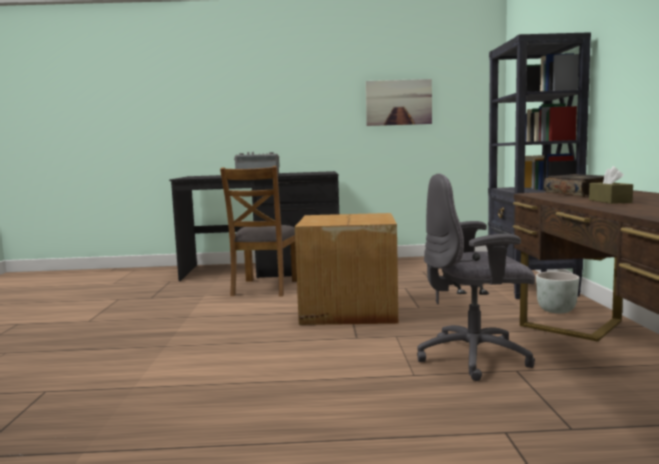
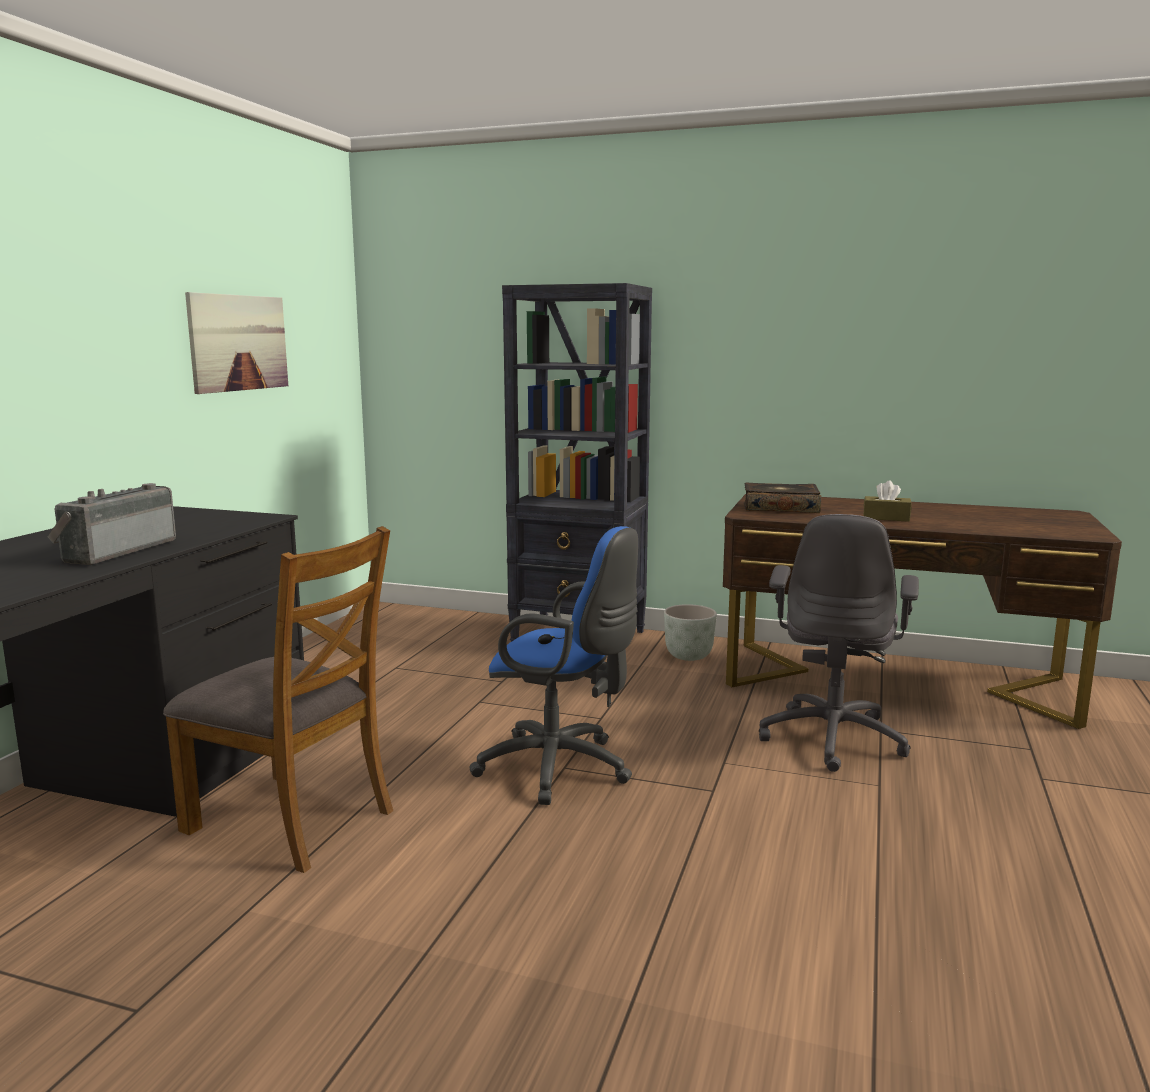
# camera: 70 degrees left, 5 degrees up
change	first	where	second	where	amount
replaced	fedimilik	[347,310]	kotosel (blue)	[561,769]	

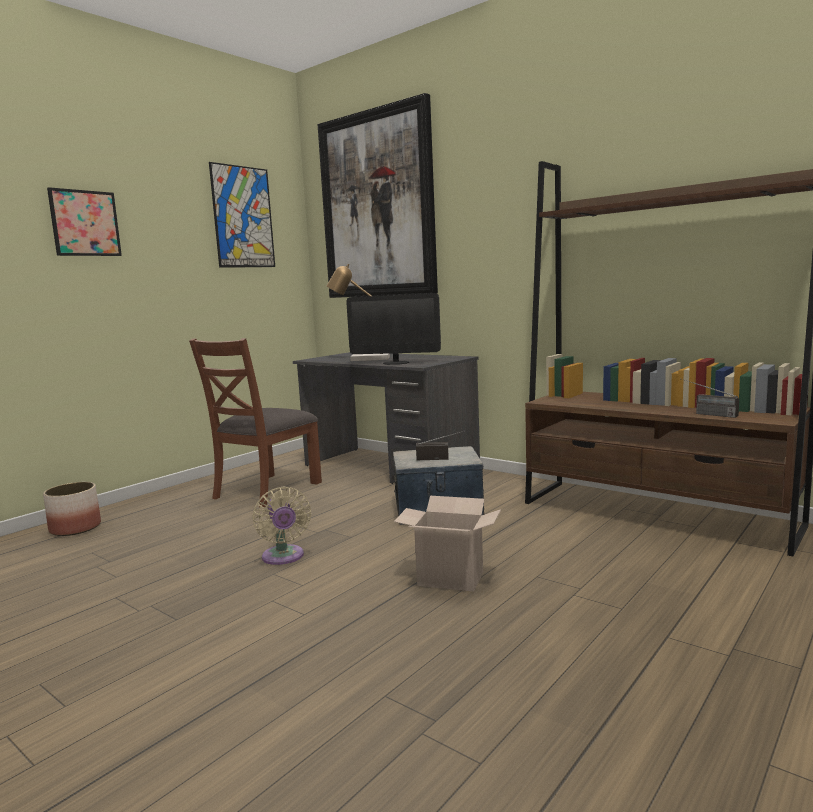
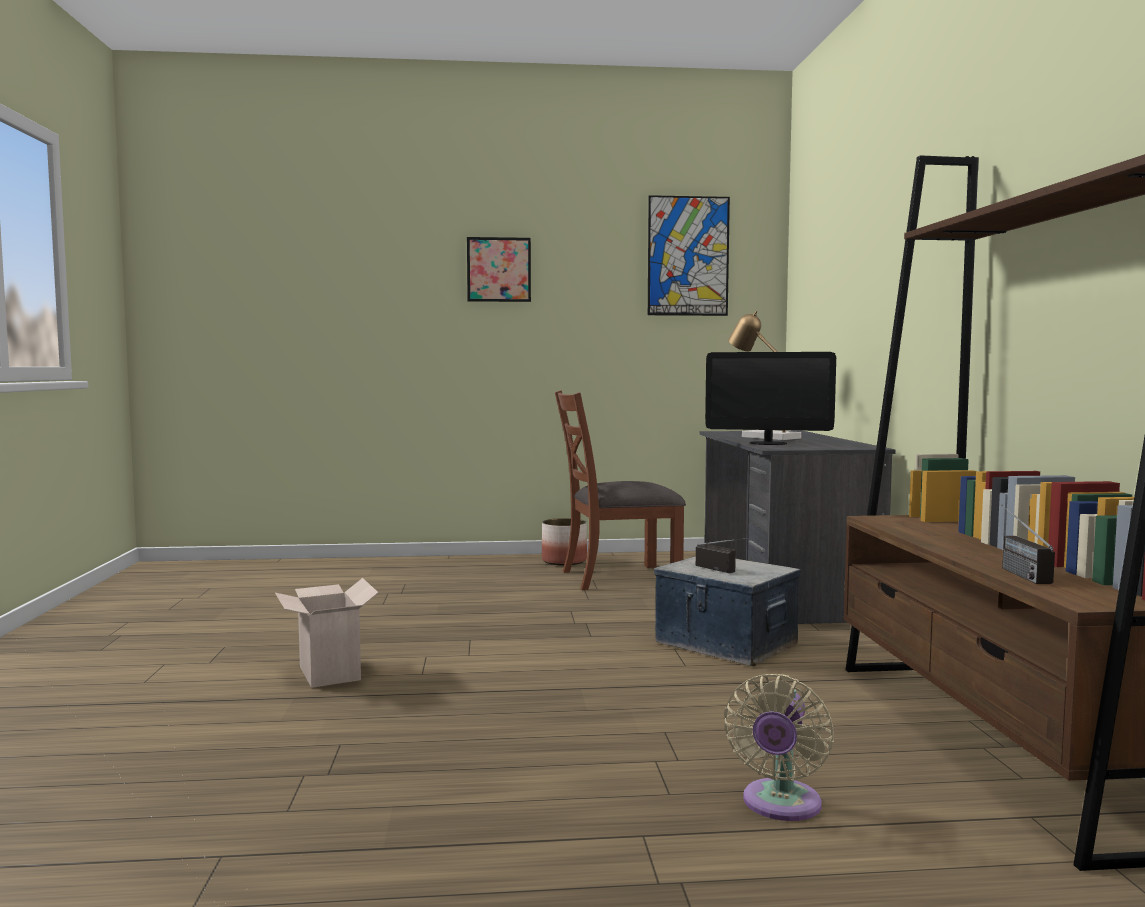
# camera: 45 degrees right, 5 degrees down
change	first	where	second	where	amount
removed	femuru	[377,205]			
moved	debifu	[75,528]		[563,561]	
moved	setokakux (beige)	[283,557]		[780,805]	
moved	fedimilik	[448,580]		[327,672]	
turned	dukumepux	[396,363]		[768,443]	45 degrees counterclockwise

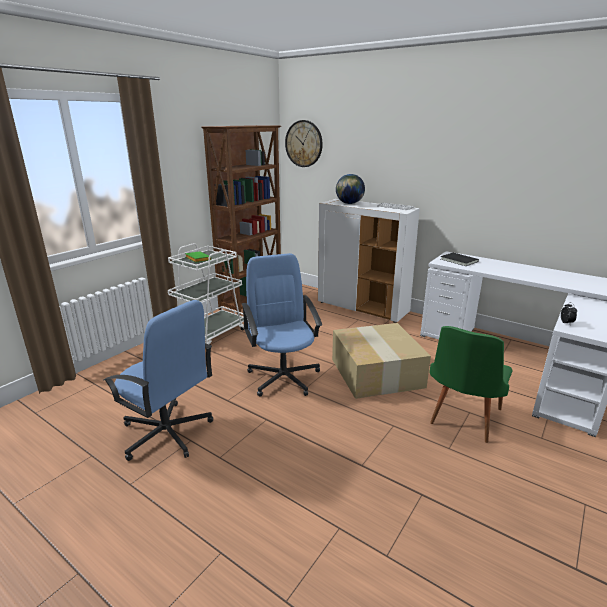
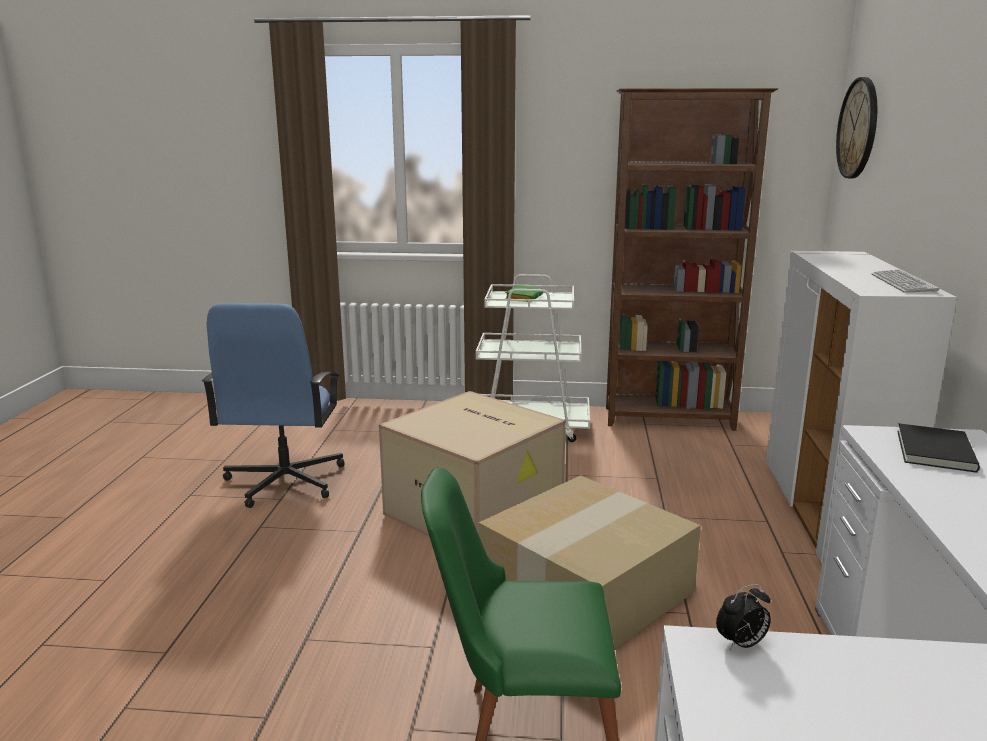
# camera: 60 degrees right, 5 degrees down
change	first	where	second	where	amount
removed	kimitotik	[349,203]			
replaced	kotosel (blue)	[283,377]	fedimilik	[476,511]	

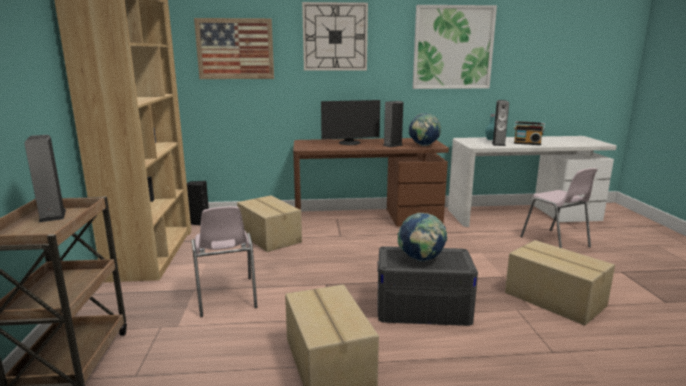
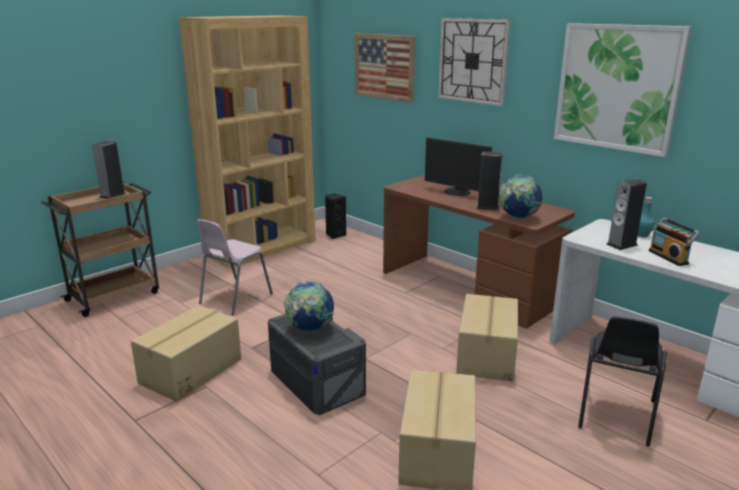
# camera: 50 degrees right, 5 degrees up
change	first	where	second	where	amount
moved	fedimilik	[270,237]		[487,355]	
recoloured	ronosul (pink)	[555,242]	ronosul (black)	[615,414]	

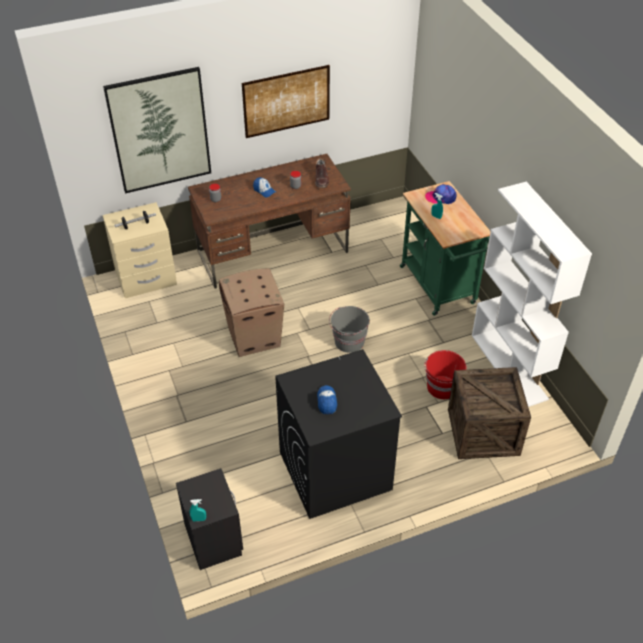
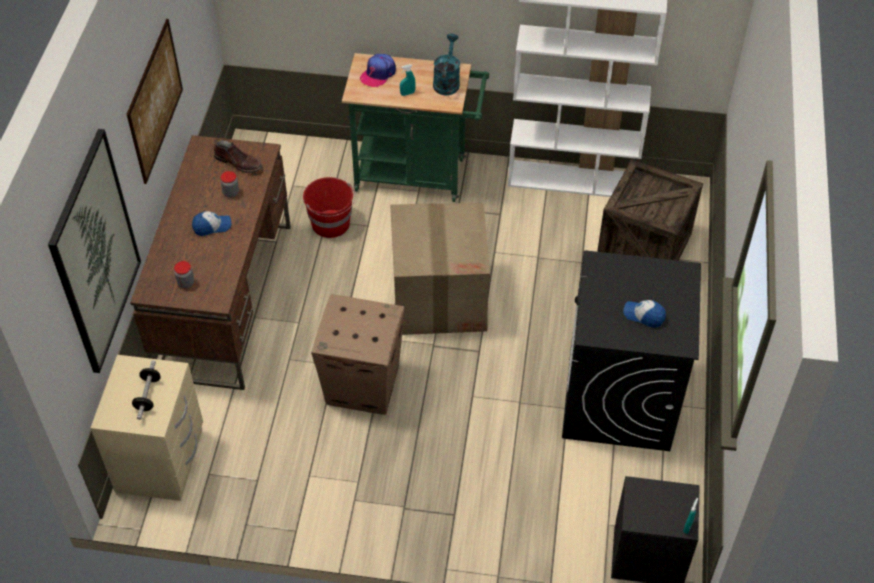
# camera: 60 degrees left, 5 degrees up
change	first	where	second	where	amount
added			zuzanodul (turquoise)	[447,81]	
moved	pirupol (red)	[442,388]		[331,224]	
replaced	pirupol (grey)	[349,342]	fedimilik	[439,296]	

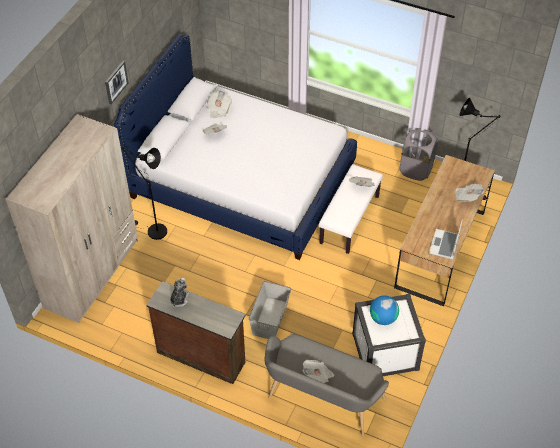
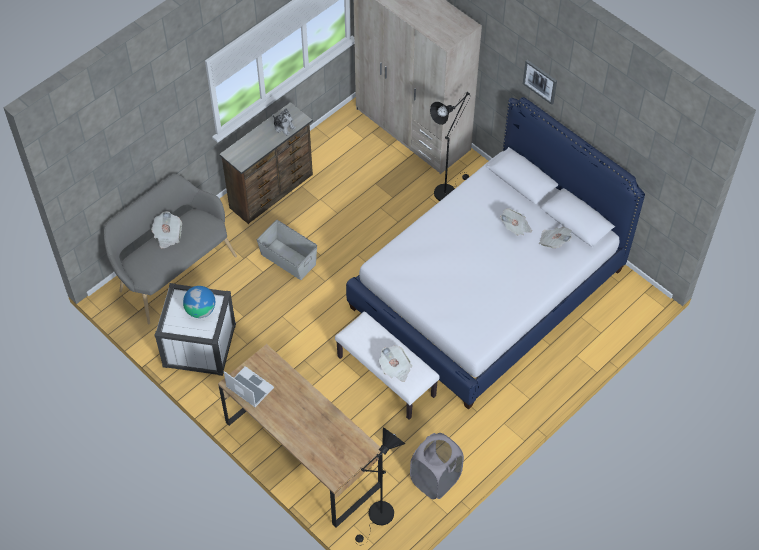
# camera: 110 degrees right, 5 degrees up
change	first	where	second	where	amount
removed	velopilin	[467,197]			

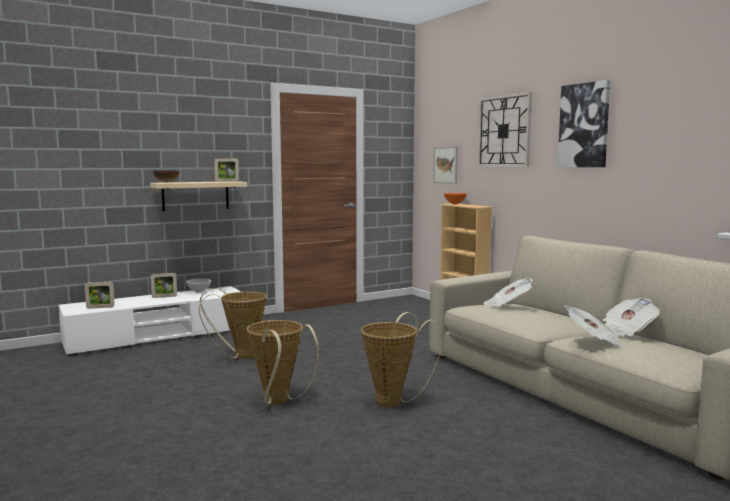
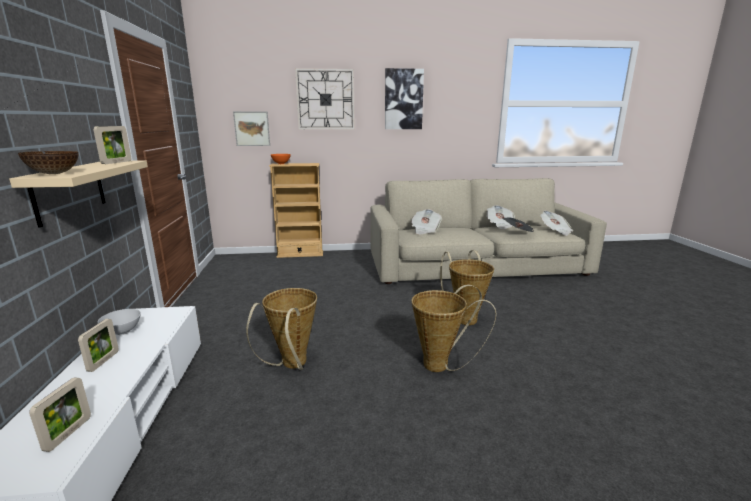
# camera: 65 degrees left, 10 degrees up
change	first	where	second	where	amount
added			velopilin	[555,231]	

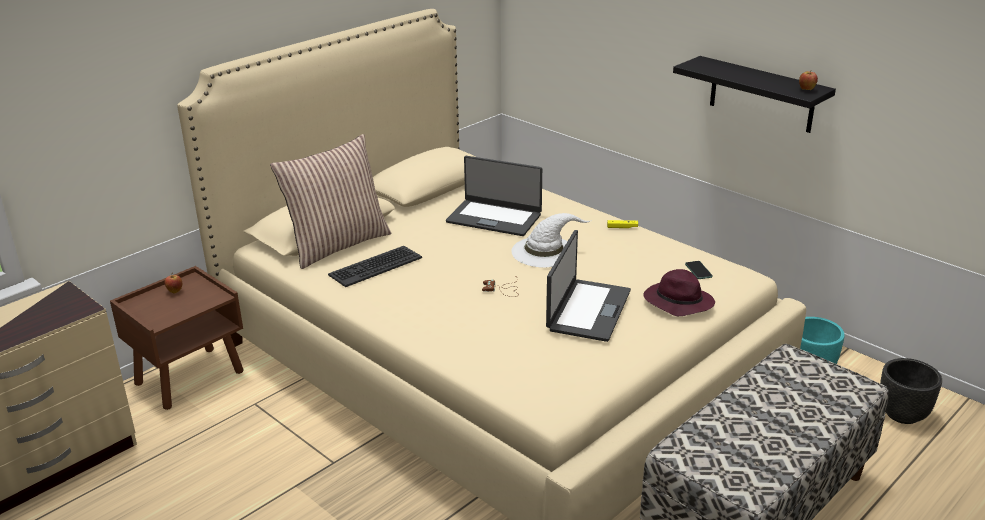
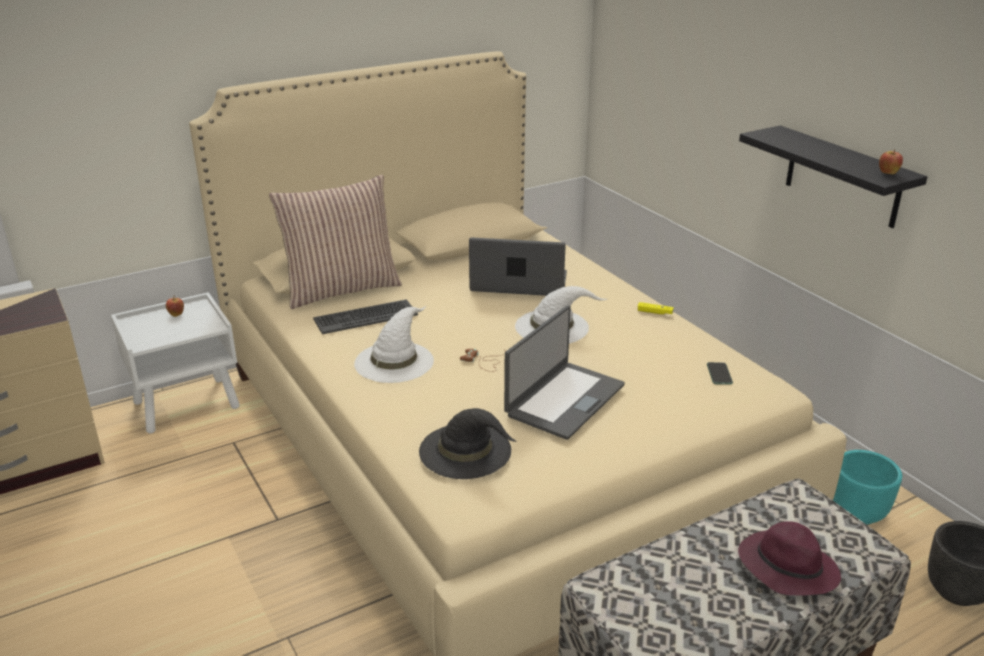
# camera: 15 degrees right, 0 degrees up
change	first	where	second	where	amount
added			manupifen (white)	[394,361]	
added			manupifen (black)	[466,451]	
moved	manupifen (purple)	[677,302]		[785,567]	
recoloured	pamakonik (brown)	[190,377]	pamakonik (white)	[187,404]	
turned	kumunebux	[494,218]		[518,283]	150 degrees clockwise

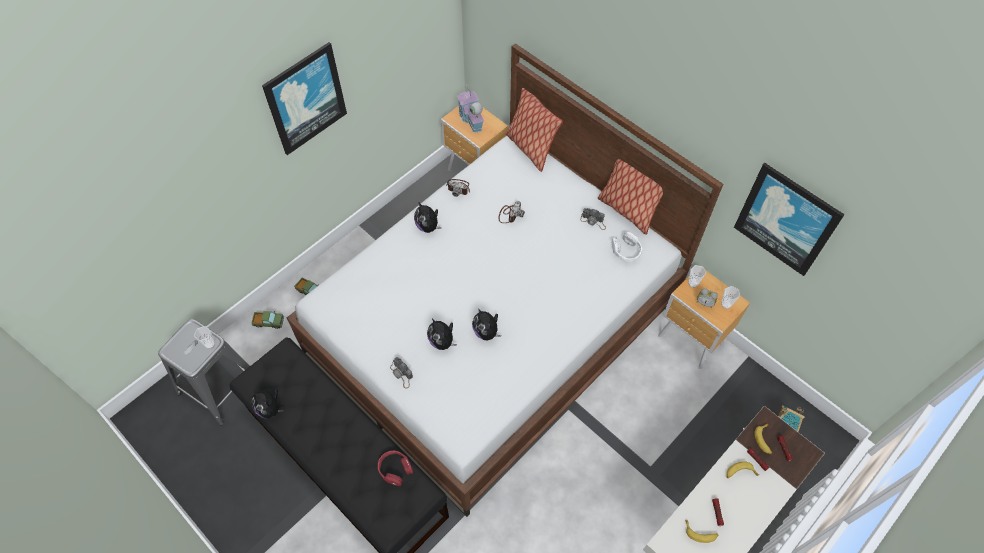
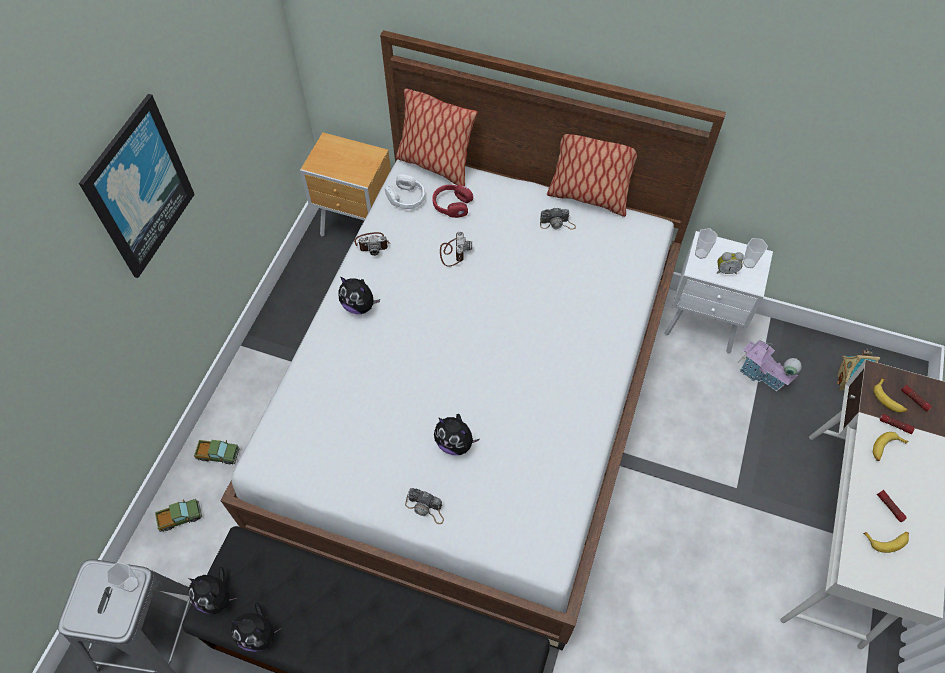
# camera: 25 degrees left, 0 degrees up
change	first	where	second	where	amount
removed	femuru	[786,219]			
moved	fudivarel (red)	[395,469]		[452,205]	
moved	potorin	[471,120]		[761,375]	
moved	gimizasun	[486,332]		[217,597]	
moved	fudivarel (white)	[626,251]		[406,198]	
recoloured	pamakonik (brown)	[690,342]	pamakonik (white)	[703,327]	

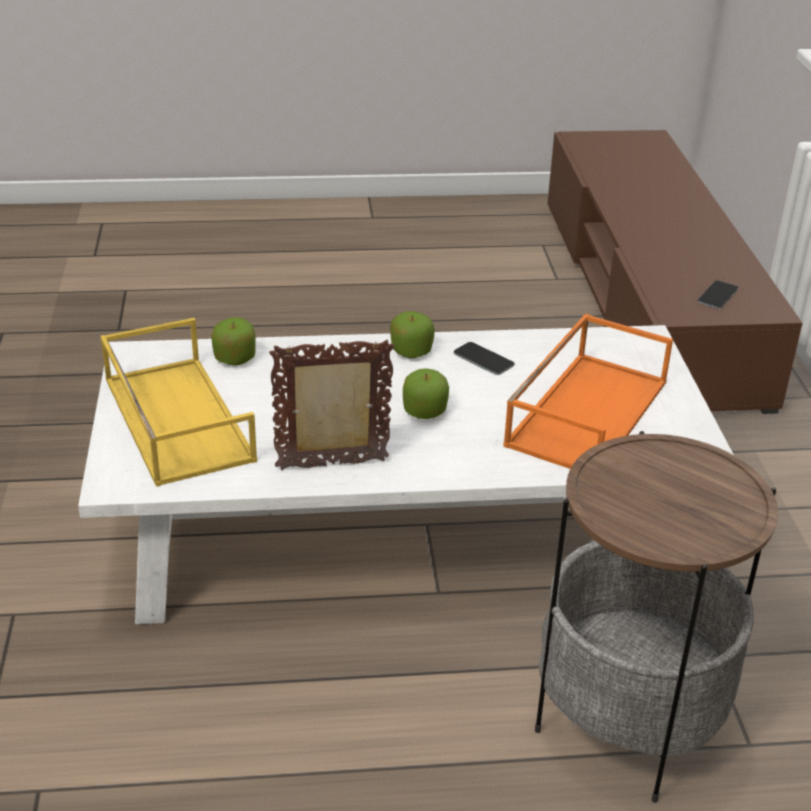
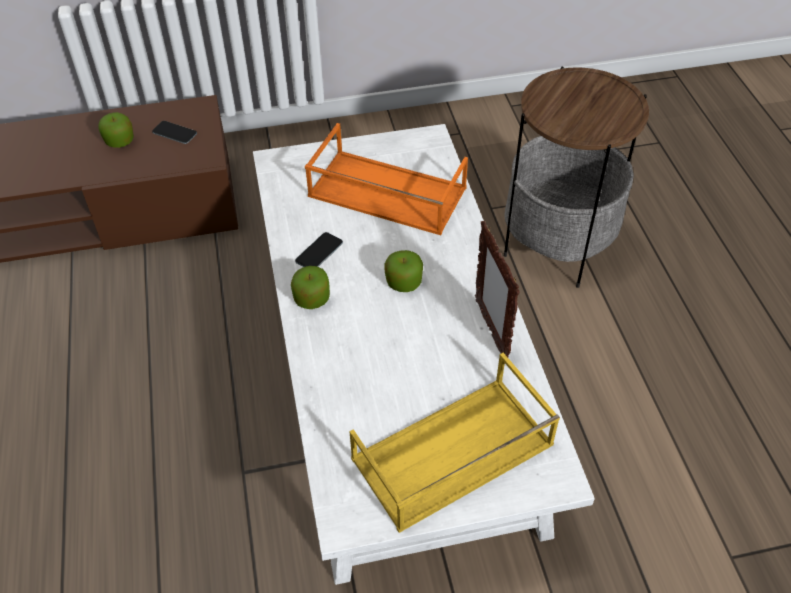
# camera: 95 degrees left, 15 degrees up
change	first	where	second	where	amount
moved	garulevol	[235,358]		[120,141]	

